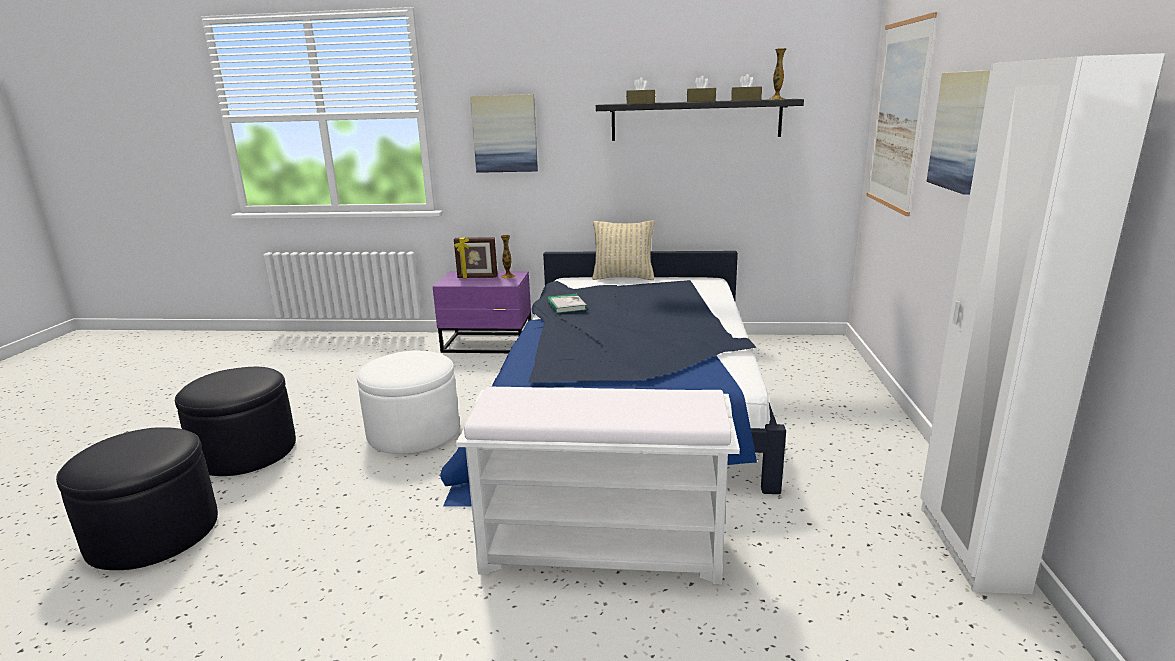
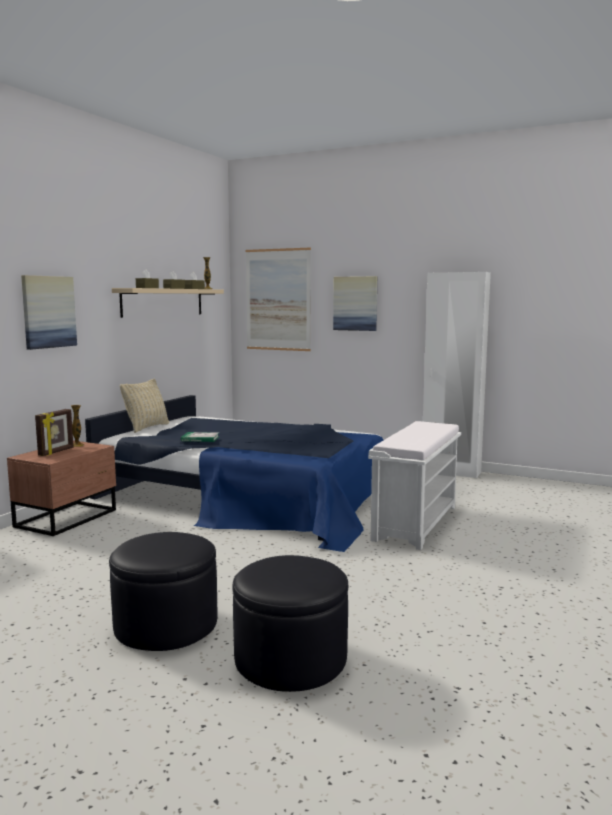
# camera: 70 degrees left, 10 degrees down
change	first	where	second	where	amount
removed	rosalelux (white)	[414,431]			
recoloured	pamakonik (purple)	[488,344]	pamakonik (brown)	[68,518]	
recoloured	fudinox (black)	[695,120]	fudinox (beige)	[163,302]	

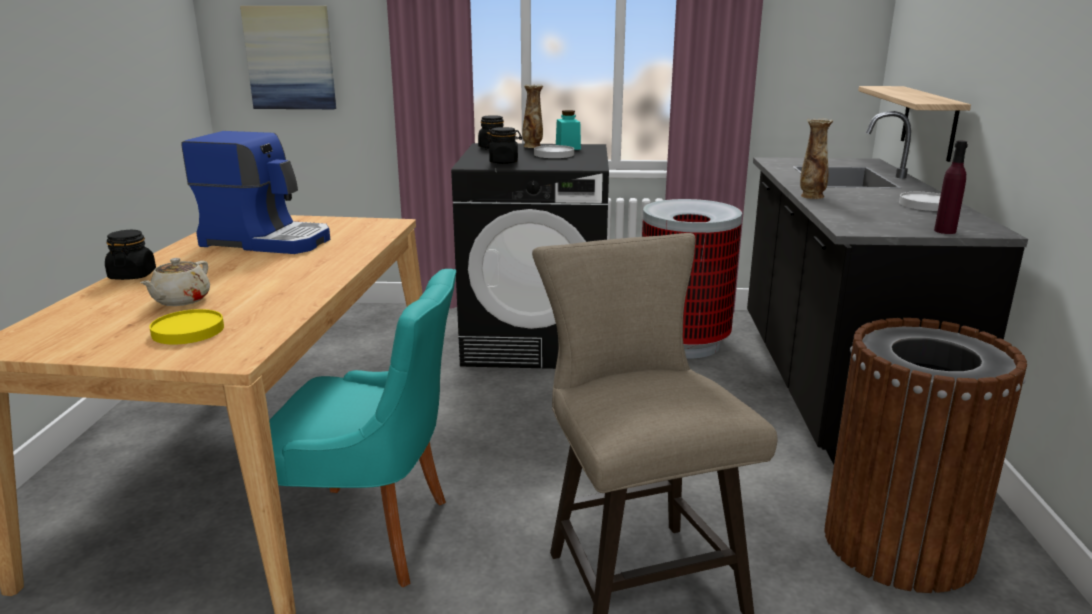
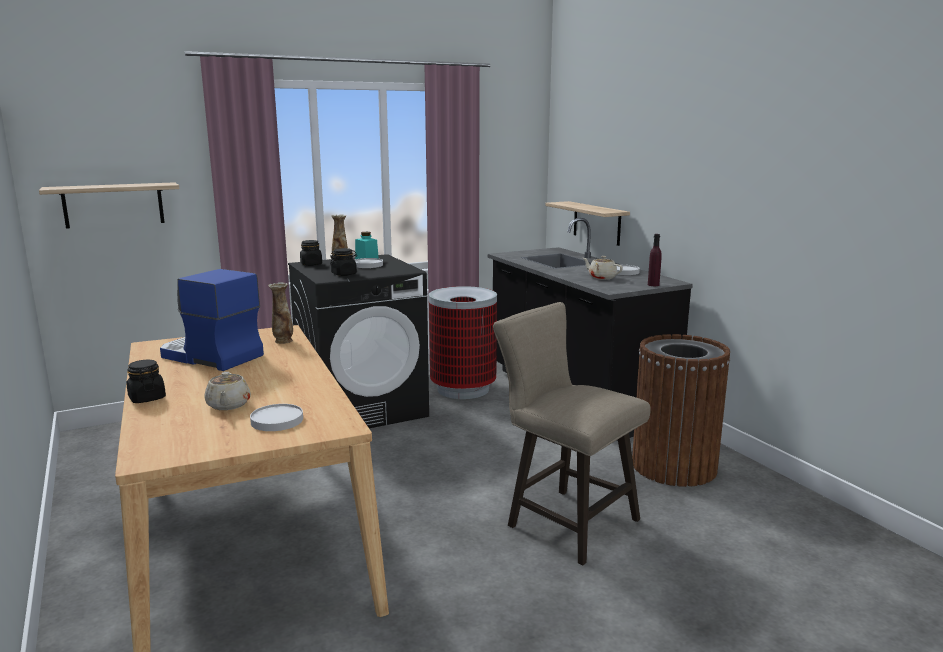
# camera: 30 degrees left, 5 degrees down
change	first	where	second	where	amount
removed	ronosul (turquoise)	[373,535]			
added			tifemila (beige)	[601,277]	
moved	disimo	[811,196]		[283,341]	
replaced	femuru	[290,58]	fudinox	[113,205]	
recoloured	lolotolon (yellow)	[188,330]	lolotolon (white)	[276,420]	
turned	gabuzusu	[267,241]		[210,356]	135 degrees counterclockwise

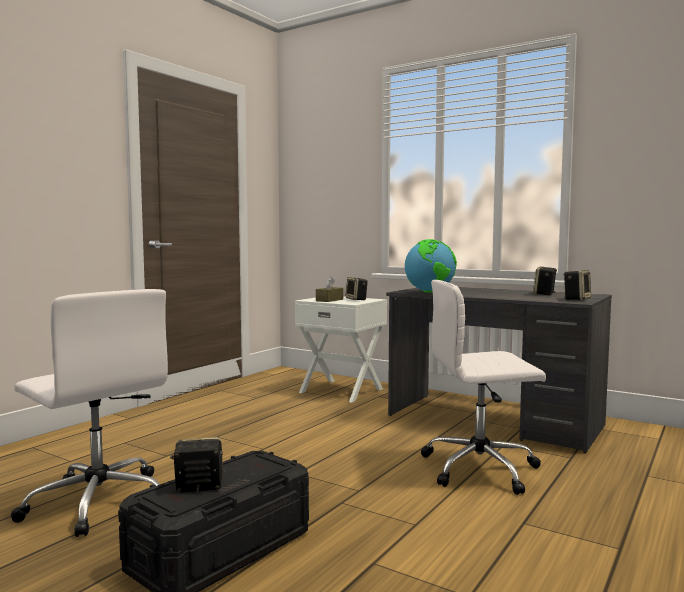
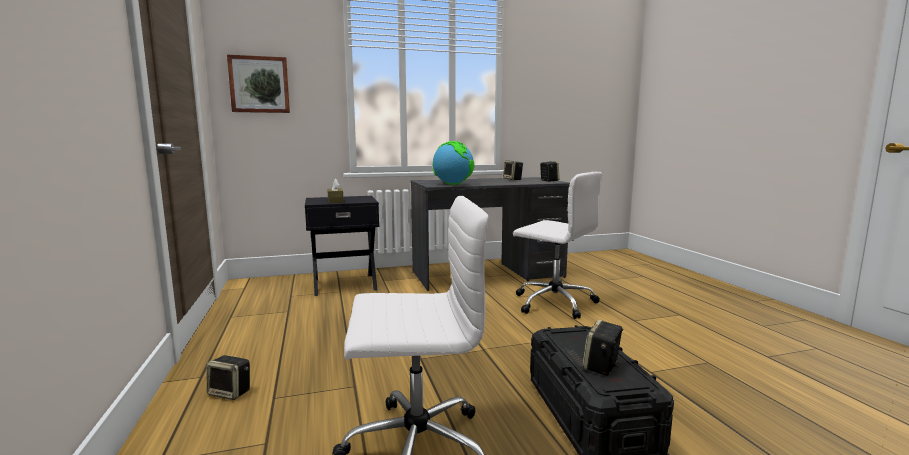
# camera: 50 degrees left, 5 degrees up
change	first	where	second	where	amount
added			femuru	[259,84]	
moved	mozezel	[356,299]		[231,392]	
recoloured	pamakonik (white)	[342,390]	pamakonik (black)	[344,284]	
turned	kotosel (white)	[481,468]		[553,302]	90 degrees counterclockwise

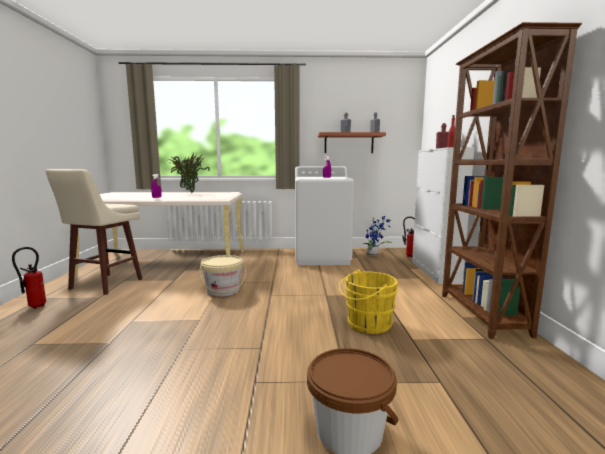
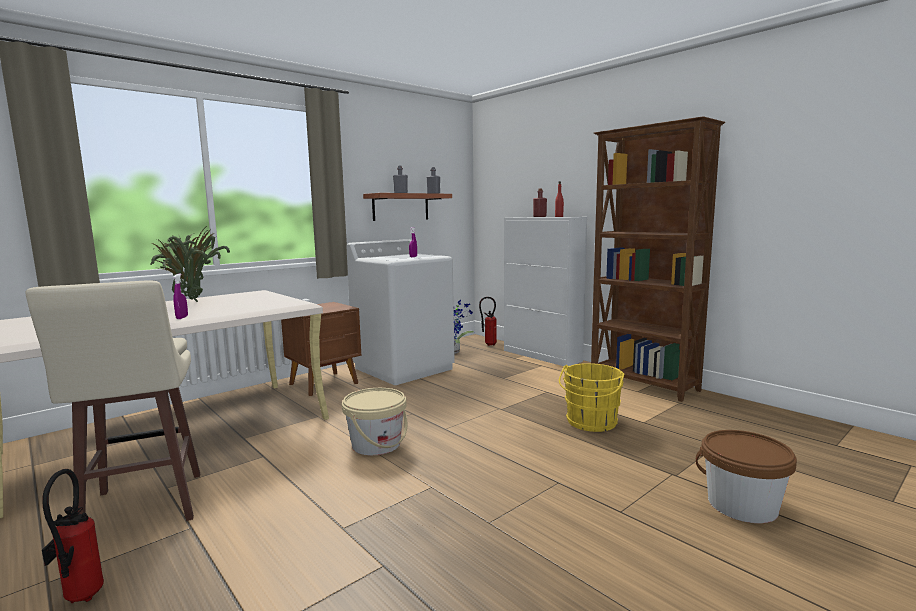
# camera: 40 degrees left, 0 degrees up
change	first	where	second	where	amount
added			pamakonik (brown)	[325,384]	

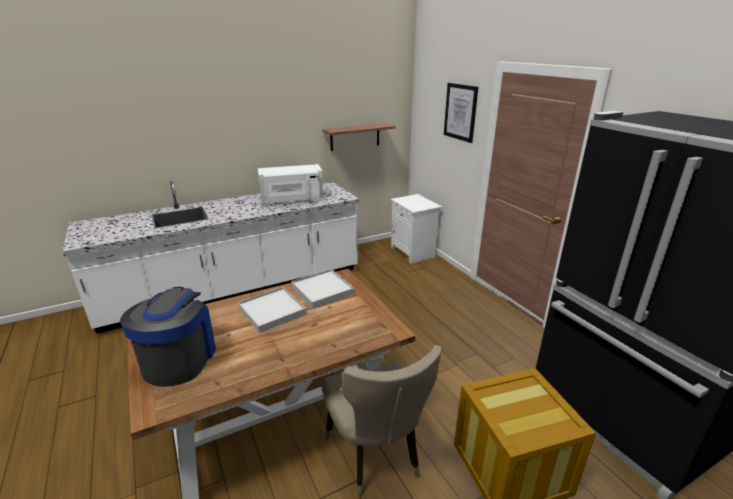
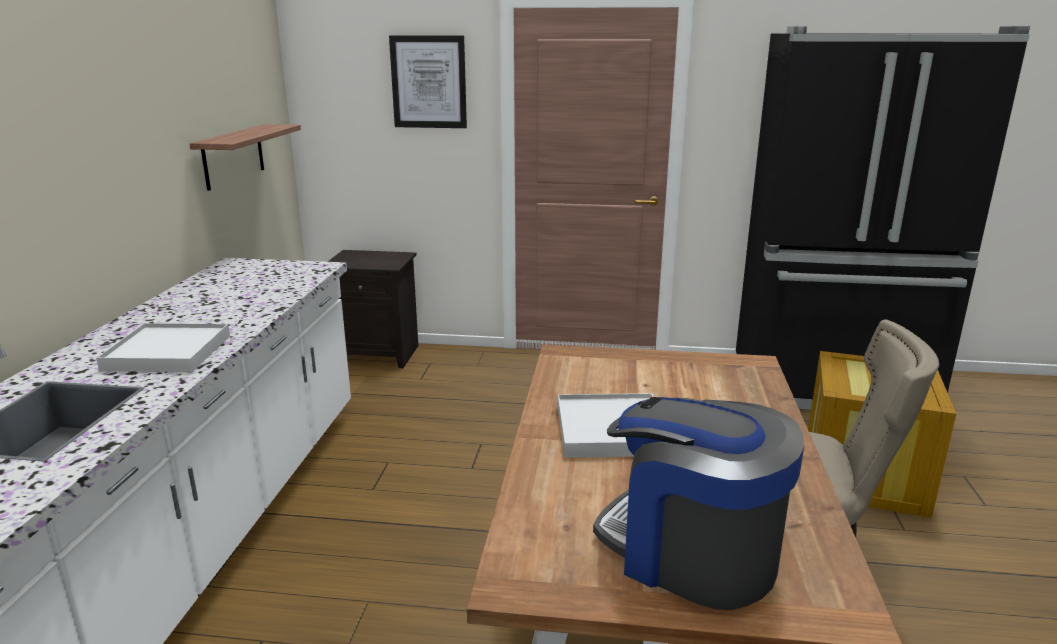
# camera: 55 degrees left, 5 degrees down
change	first	where	second	where	amount
removed	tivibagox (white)	[292,199]			
moved	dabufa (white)	[322,290]		[167,352]	
recoloured	pamakonik (white)	[414,252]	pamakonik (black)	[379,354]	

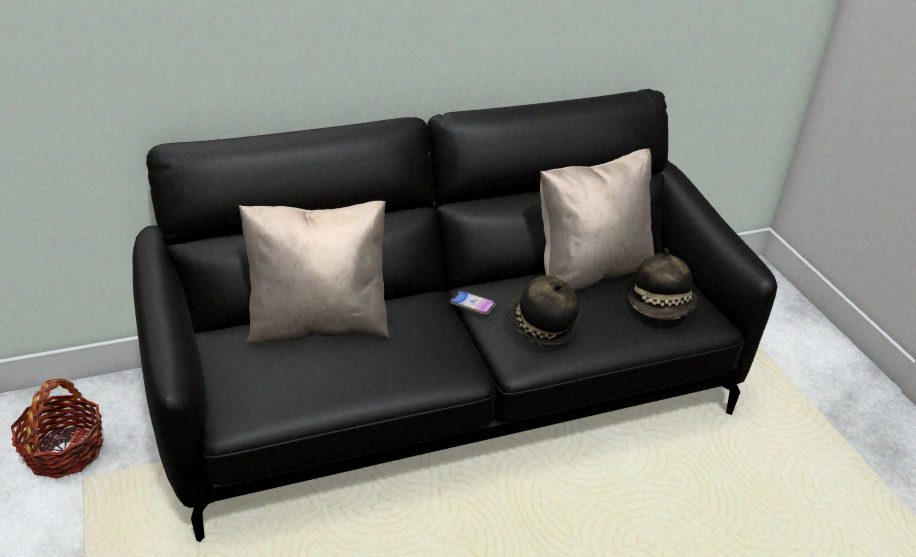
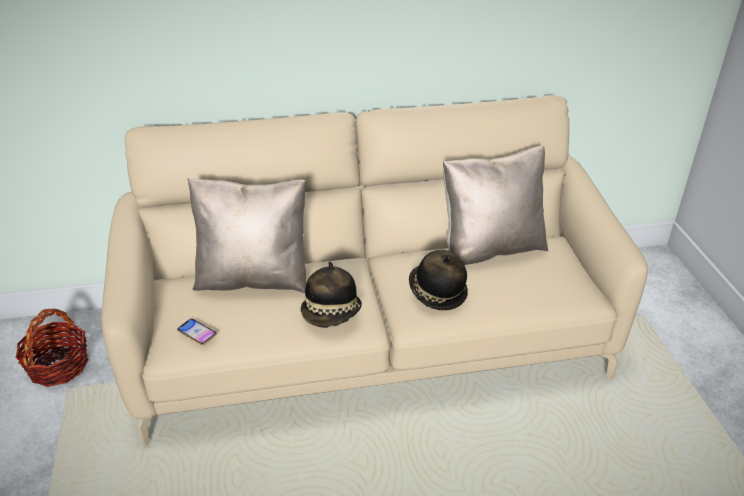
# camera: 10 degrees right, 0 degrees up
change	first	where	second	where	amount
moved	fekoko	[472,305]		[197,334]	
moved	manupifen	[661,307]		[332,314]	
recoloured	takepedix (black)	[451,393]	takepedix (beige)	[371,344]	

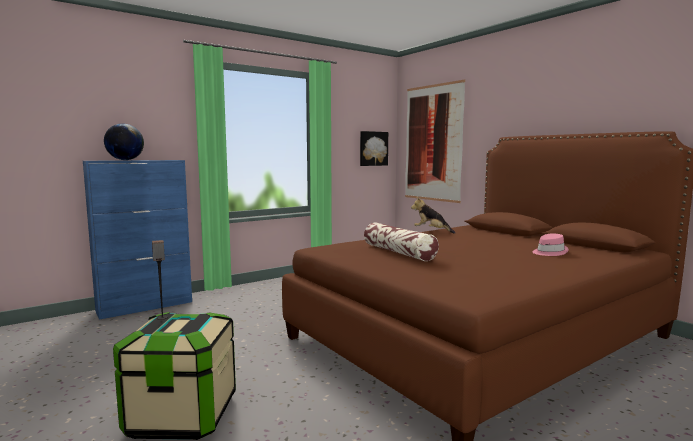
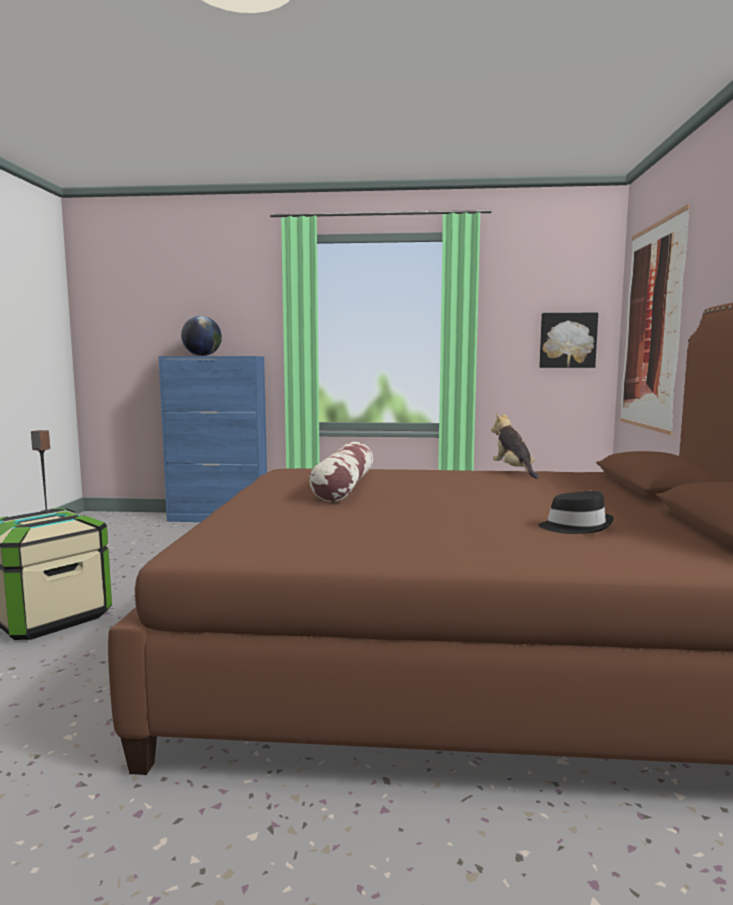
# camera: 40 degrees right, 0 degrees up
change	first	where	second	where	amount
recoloured	manupifen (pink)	[549,252]	manupifen (black)	[575,527]	

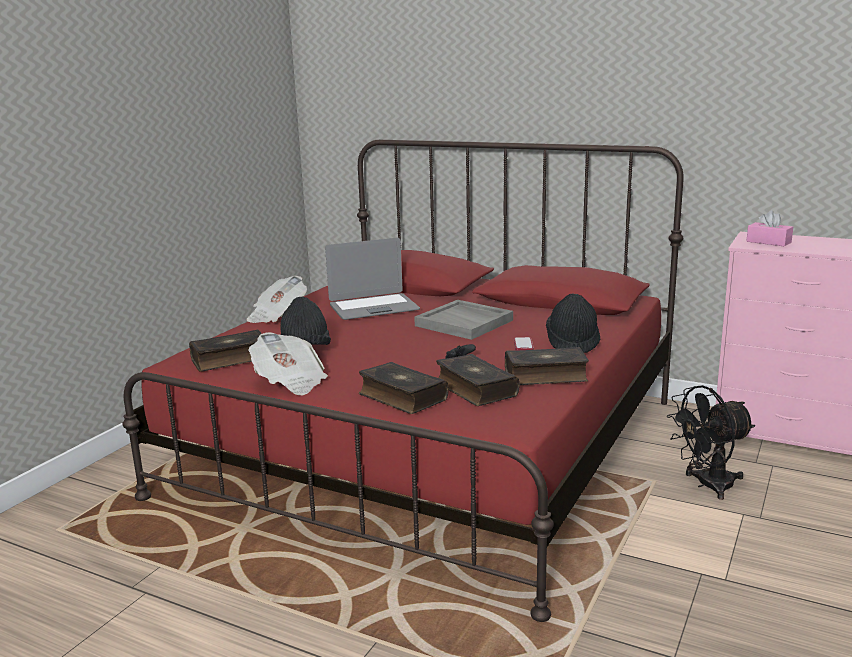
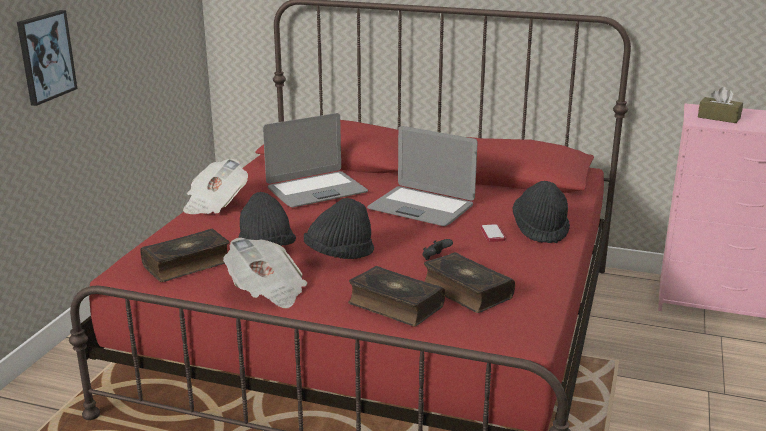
# camera: 10 degrees left, 5 degrees up
change	first	where	second	where	amount
removed	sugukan	[545,376]			
removed	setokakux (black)	[707,485]			
added			femuru	[45,56]	
added			manupifen (black)	[339,255]	
replaced	dabufa (grey)	[465,323]	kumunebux	[421,207]	
recoloured	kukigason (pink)	[768,242]	kukigason (brown)	[719,117]	

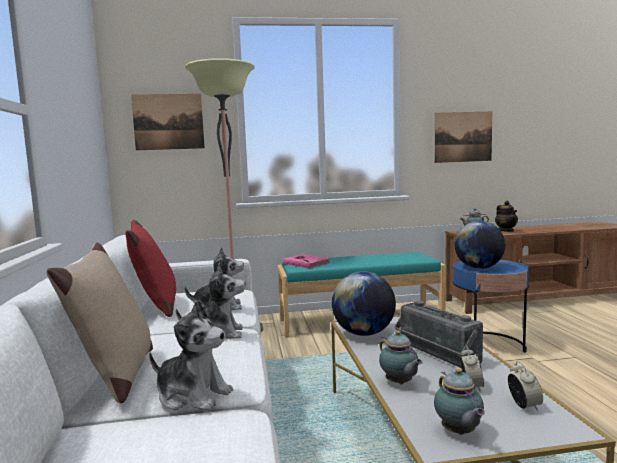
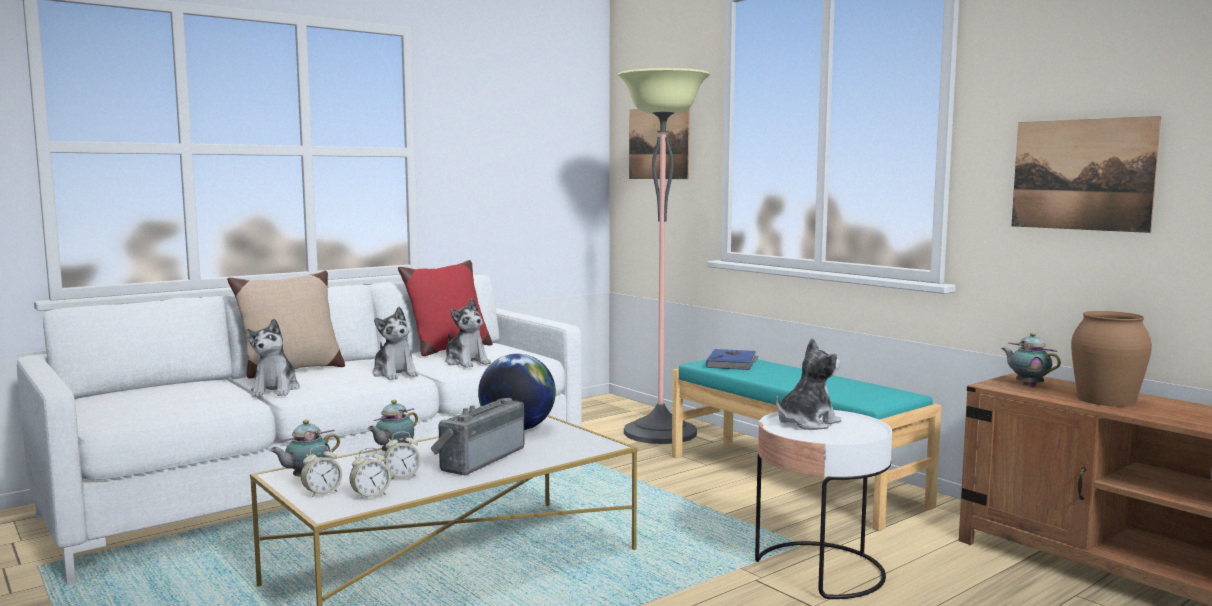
# camera: 60 degrees right, 0 degrees up
change	first	where	second	where	amount
added			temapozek	[322,493]	
replaced	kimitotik	[479,268]	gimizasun	[806,423]	
replaced	tifemila	[506,231]	disimo (brown)	[1106,400]	
recoloured	sugukan (pink)	[306,263]	sugukan (blue)	[732,362]	
recoloured	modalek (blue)	[488,345]	modalek (white)	[820,570]	

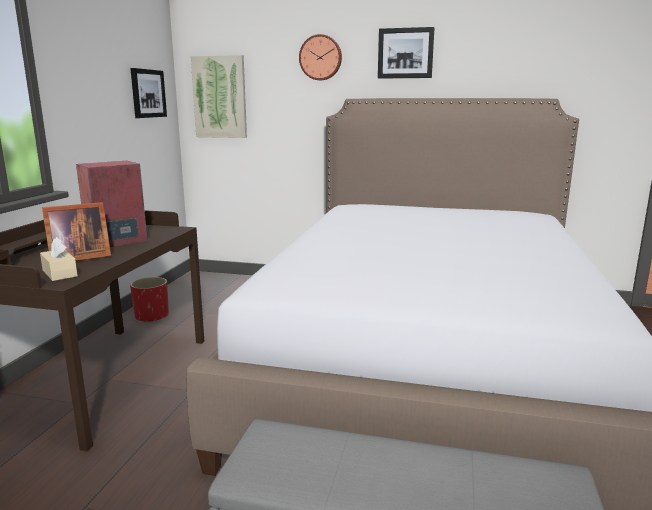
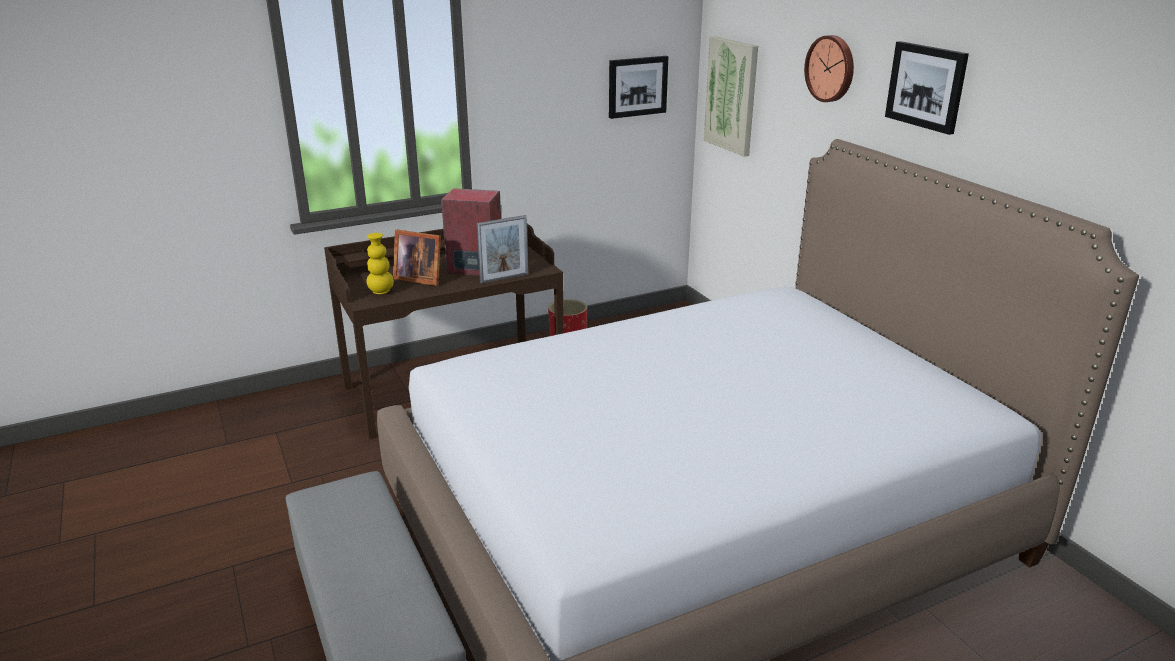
# camera: 50 degrees right, 10 degrees up
change	first	where	second	where	amount
added			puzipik	[504,278]	
replaced	kukigason (beige)	[59,273]	disimo (yellow)	[381,291]	

